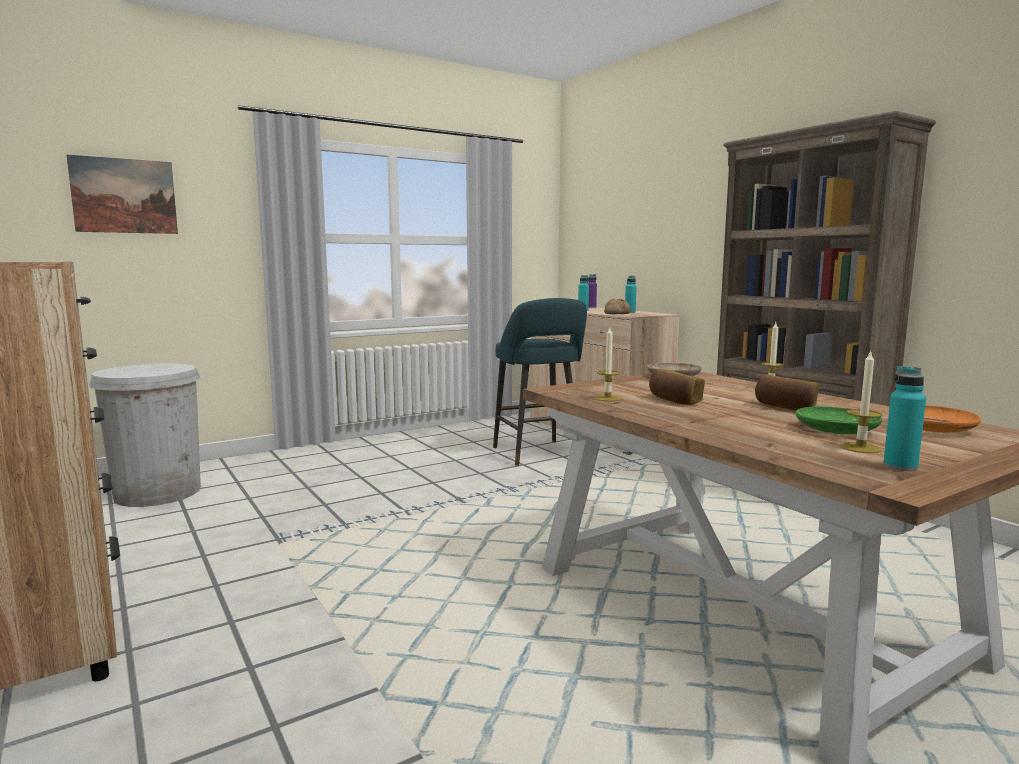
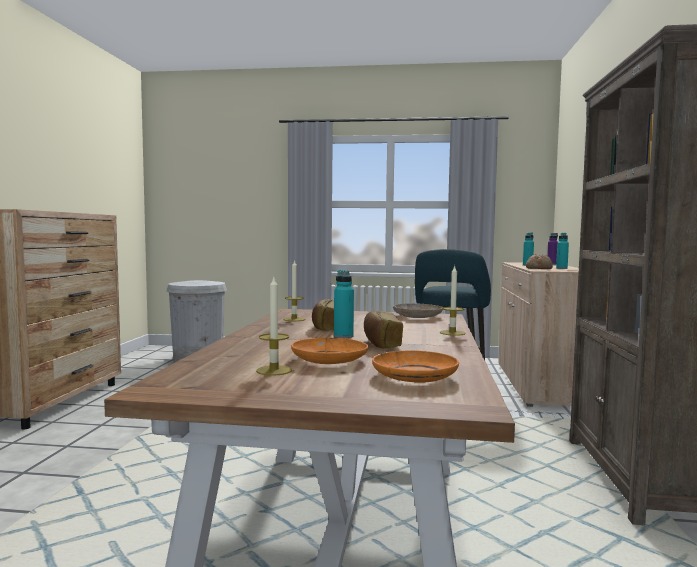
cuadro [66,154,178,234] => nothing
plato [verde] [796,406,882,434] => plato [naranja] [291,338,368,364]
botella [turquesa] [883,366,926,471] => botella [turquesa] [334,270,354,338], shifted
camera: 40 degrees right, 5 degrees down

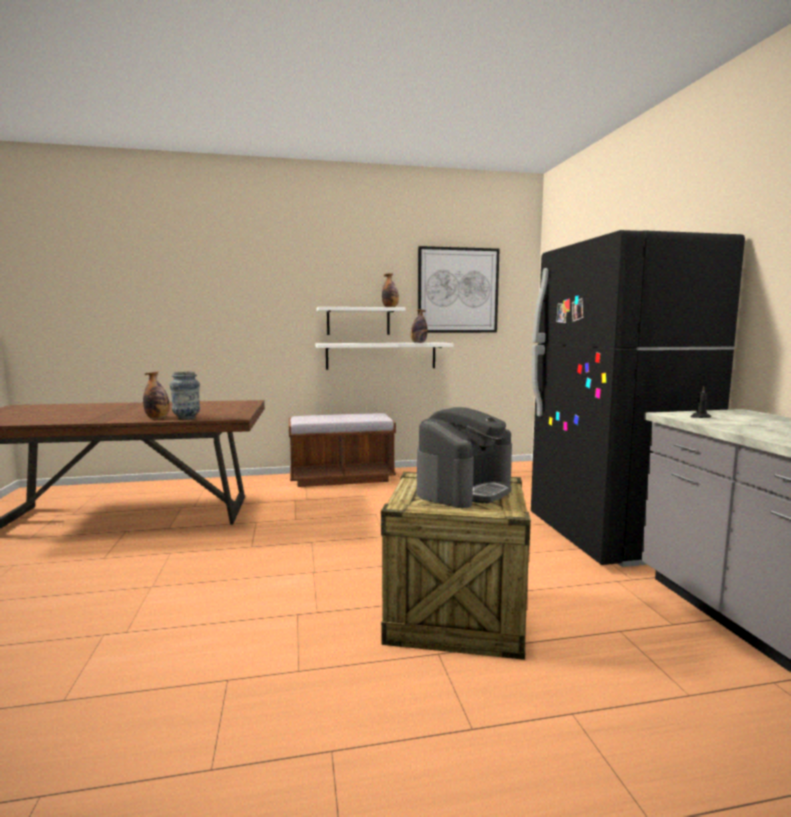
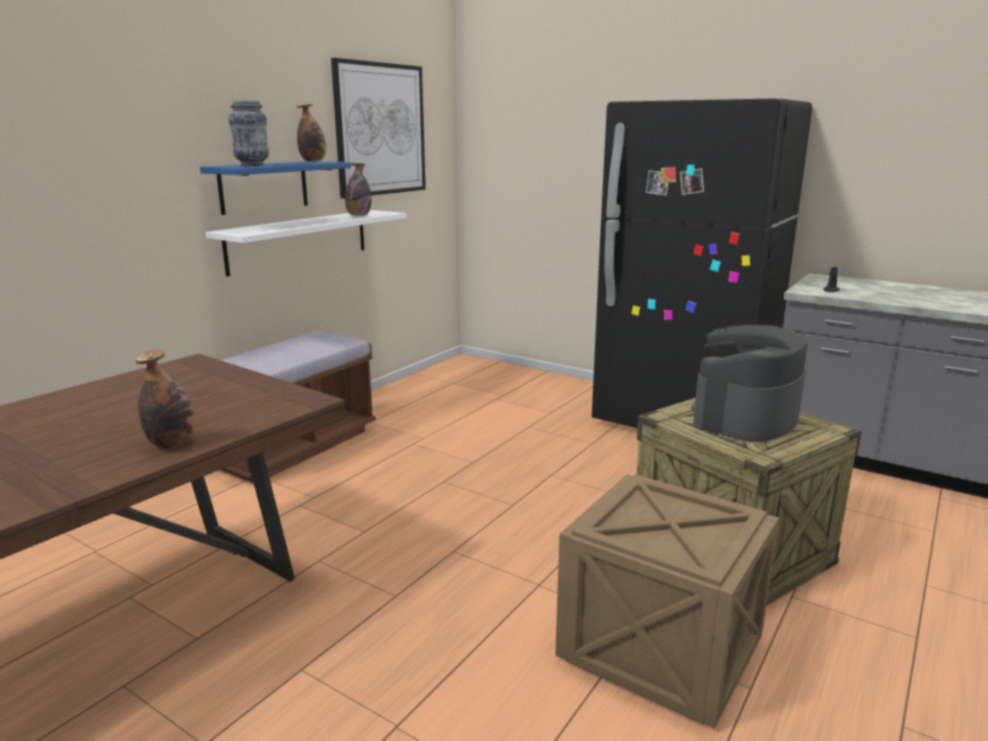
florero [170,371,200,420] => florero [228,101,269,166], shifted
estante [blanco] [317,307,405,335] => estante [azul] [200,161,351,215]
cafetera [417,407,512,508] => cafetera [691,325,807,442], 135 degrees counterclockwise
nothing => caja de embalaje [555,474,779,729]
camera: 45 degrees left, 10 degrees up

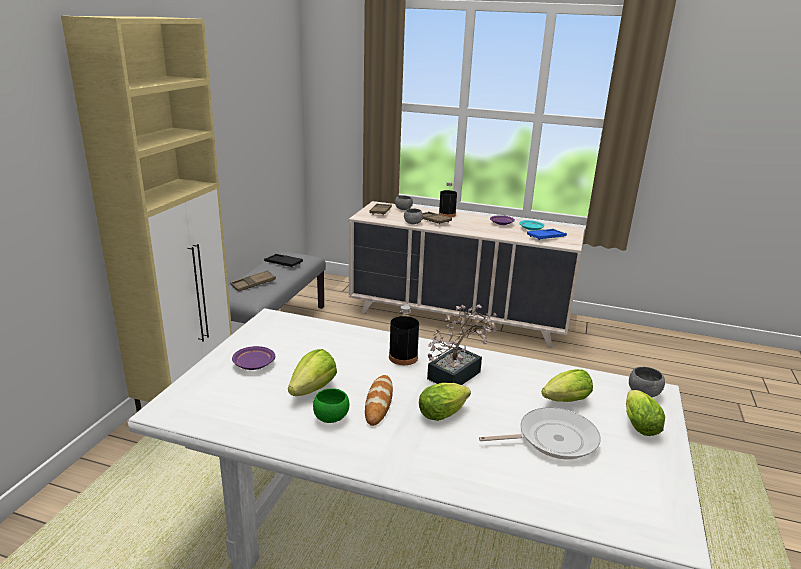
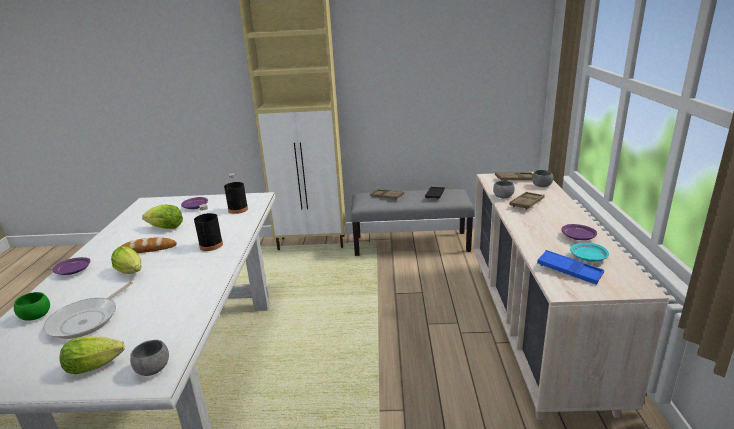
cuenco [verde] [313,388,349,423] => cuenco [verde] [14,292,50,321], shifted
planta en maceta [427,305,497,385] => nothing
botella [negro] [439,182,457,218] => botella [negro] [224,173,248,214], shifted
sartén [479,407,601,459] => sartén [43,281,133,339], 45 degrees clockwise
lechuga [542,369,593,402] => nothing
nothing => plato [morado] [53,257,90,275]
camera: 75 degrees right, 0 degrees up

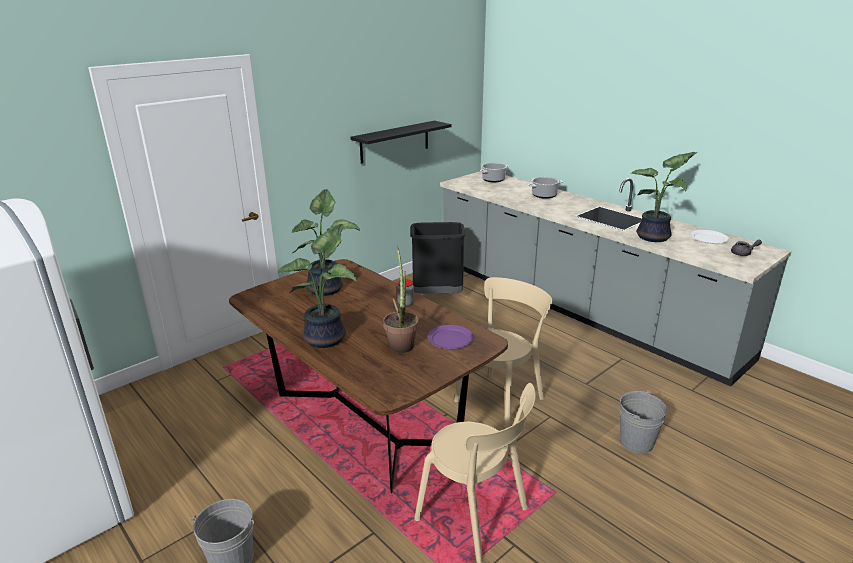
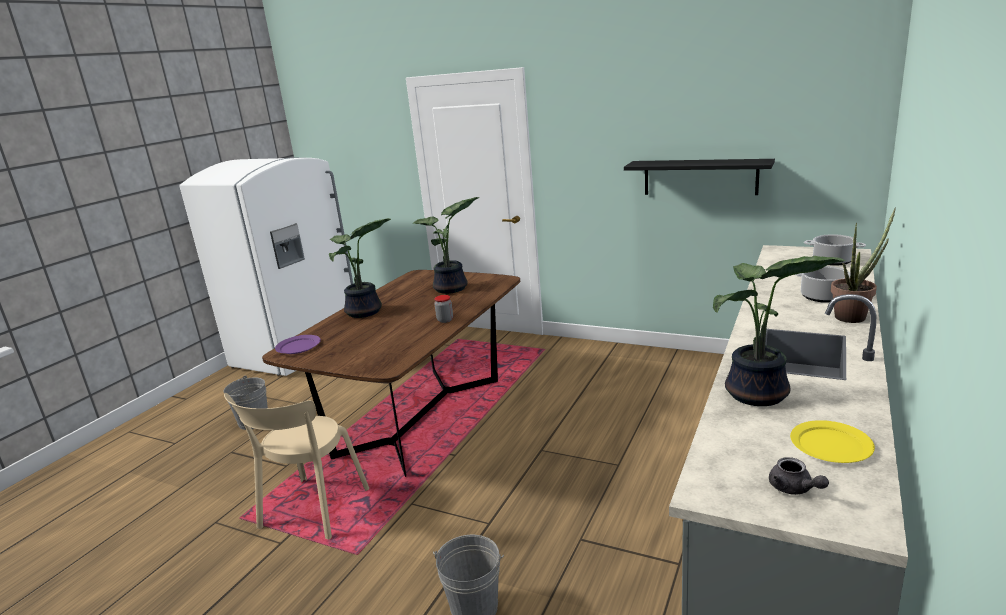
planta en maceta [383,246,419,353] => planta en maceta [831,208,896,323], shifted
papelera [negro] [410,222,466,294] => nothing
plato [morado] [428,325,473,349] => plato [morado] [275,335,321,354], shifted
silla [beis] [454,277,552,428] => nothing
plato [blanco] [690,230,729,244] => plato [amarillo] [790,420,875,463]
camera: 70 degrees right, 5 degrees down

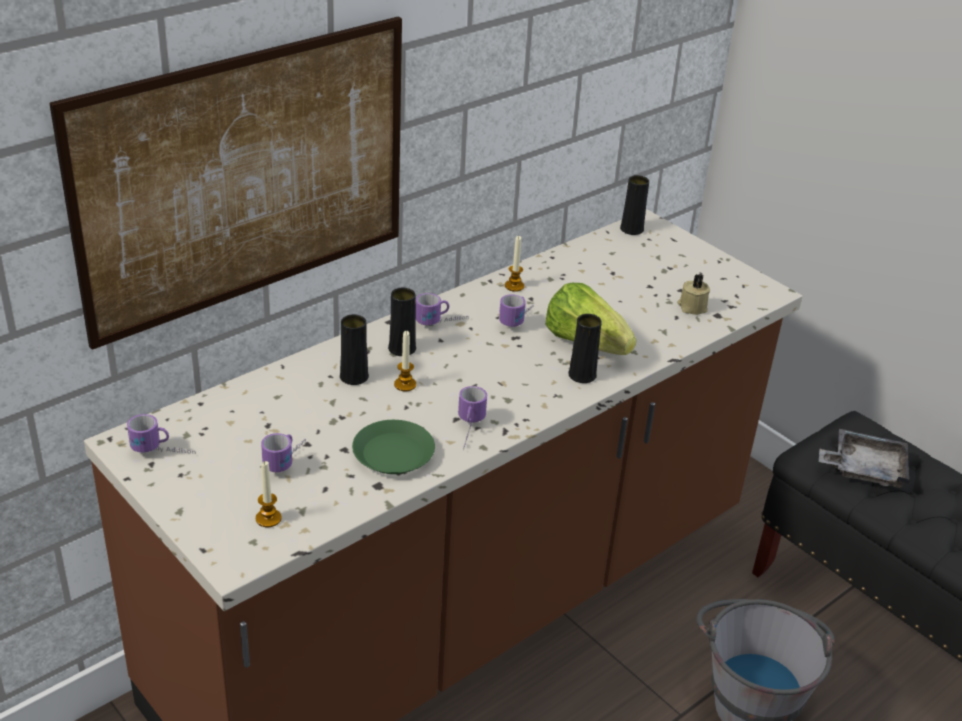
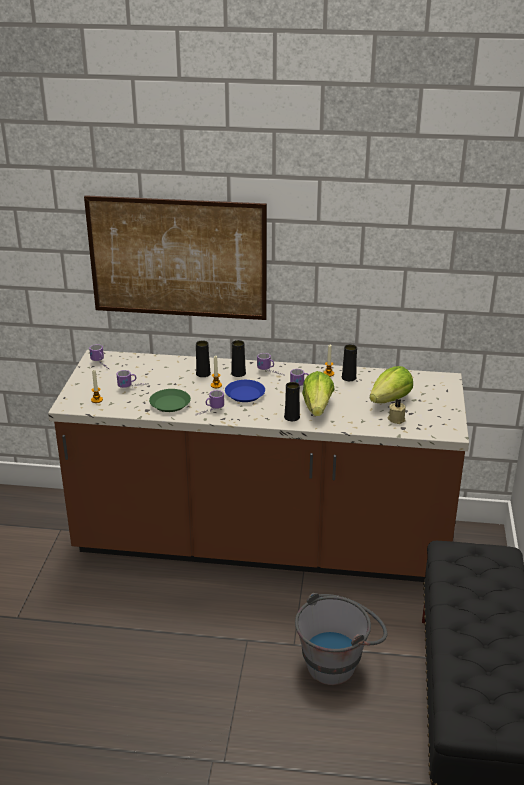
florero [negro] [620,175,649,235] => florero [negro] [342,344,357,381], shifted
bandeja [gris] [819,429,910,488] => nothing
nothing => plato [azul] [225,380,265,402]
nothing => lechuga [370,366,413,403]
camera: 50 degrees right, 5 degrees down

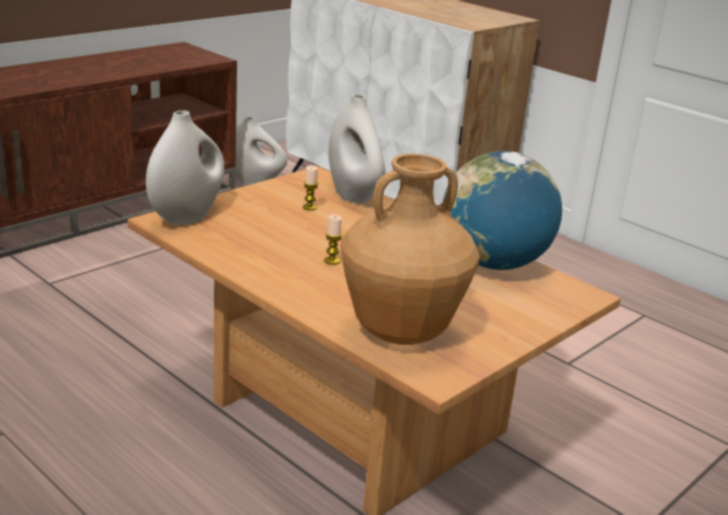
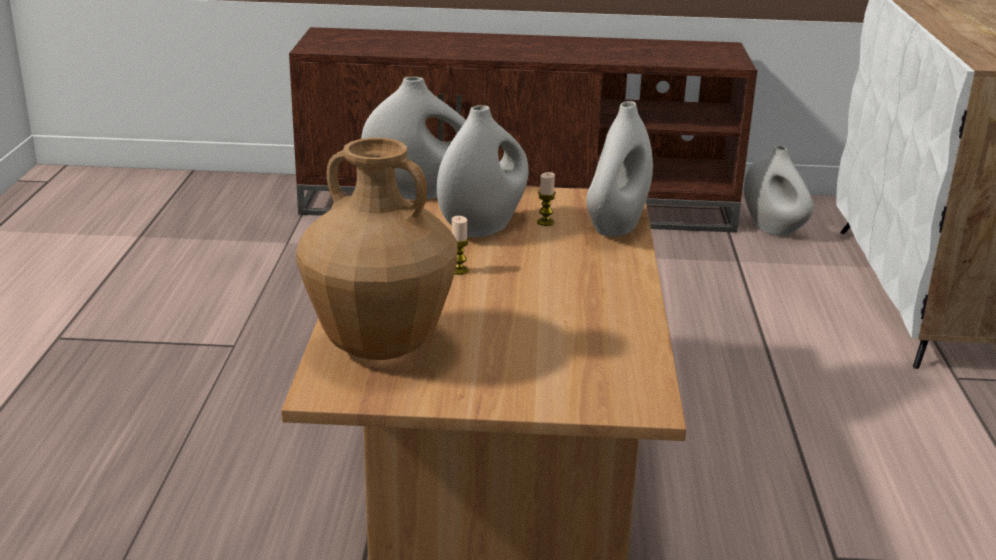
globo terráqueo [443,151,562,270] => nothing
nothing => florero [blanco] [437,105,528,237]
camera: 50 degrees right, 0 degrees up

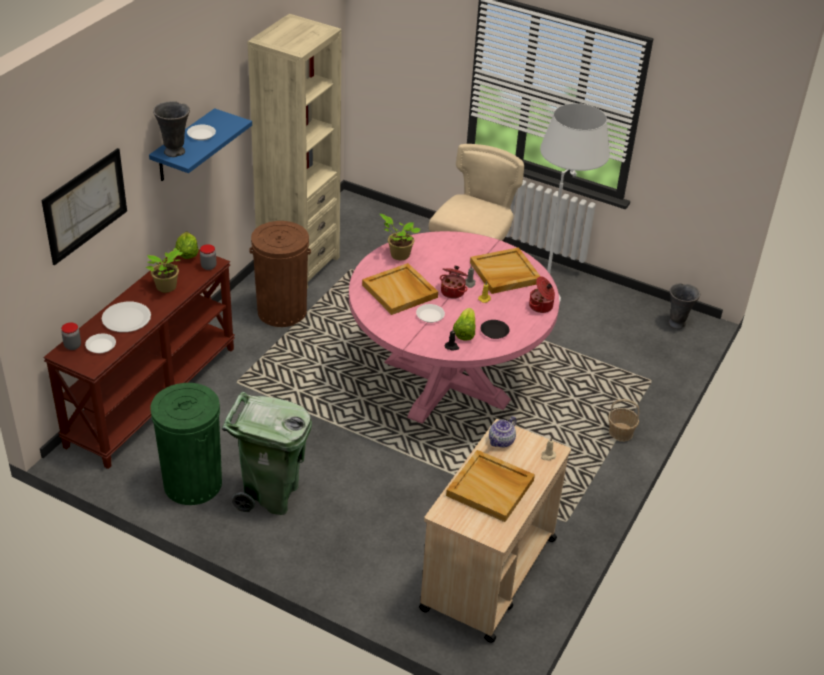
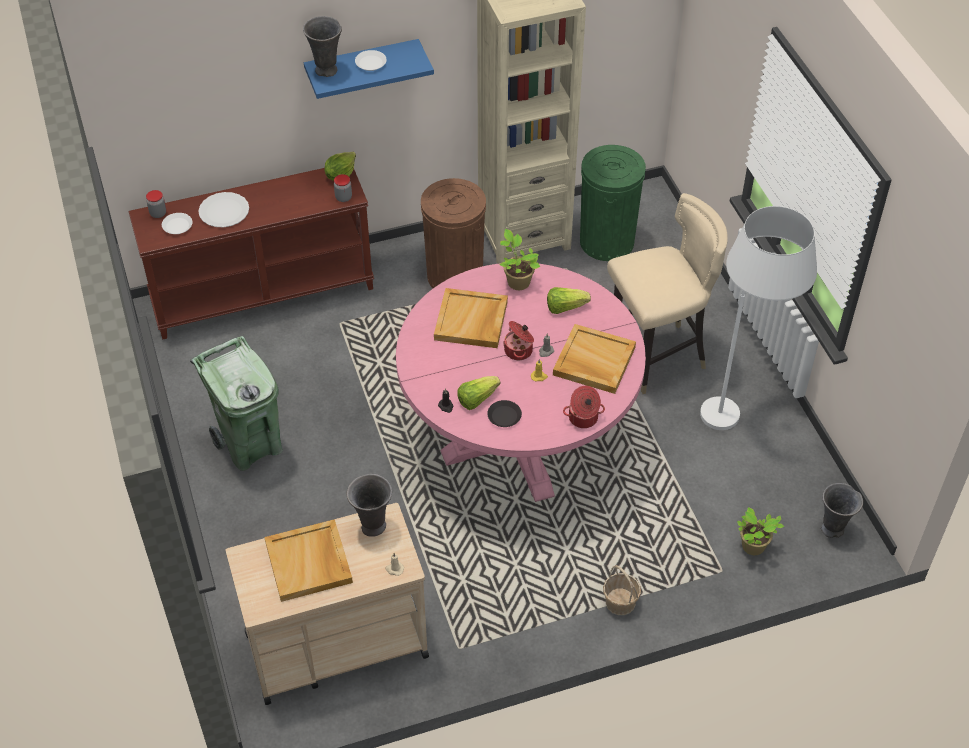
cuadro [41,148,127,265] => nothing
planta en maceta [146,248,183,292] => planta en maceta [737,507,784,555], shifted
papelera [verde] [150,383,222,505] => papelera [verde] [580,145,646,261], shifted
plato [blanco] [416,304,445,323] => nothing
tetera [489,416,516,448] => florero [gris] [347,474,392,537]
nothing => lechuga [547,287,591,314]
camera: 45 degrees right, 10 degrees up

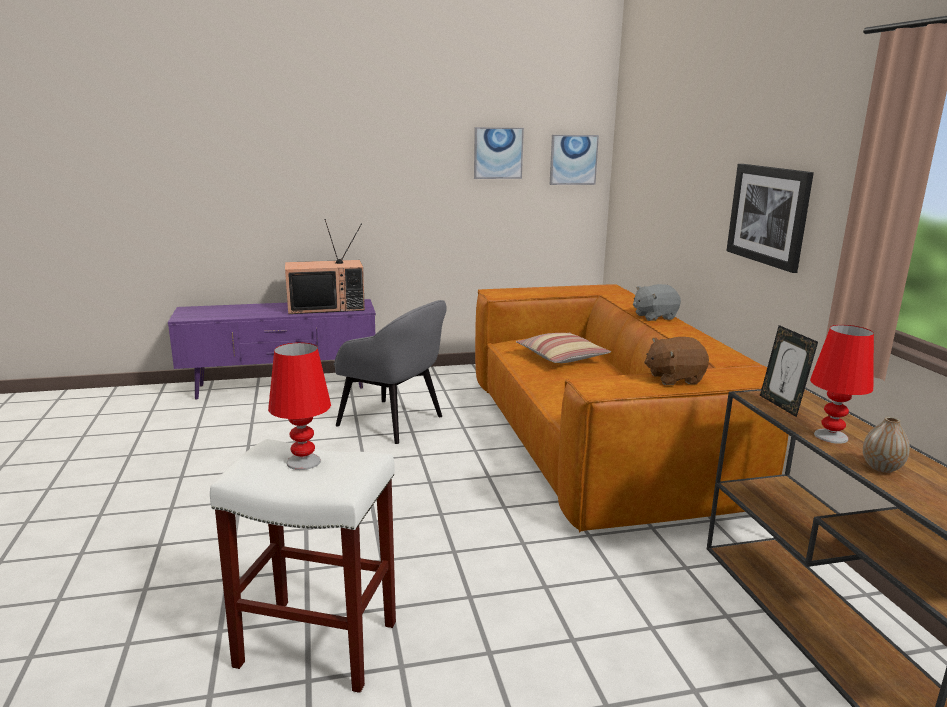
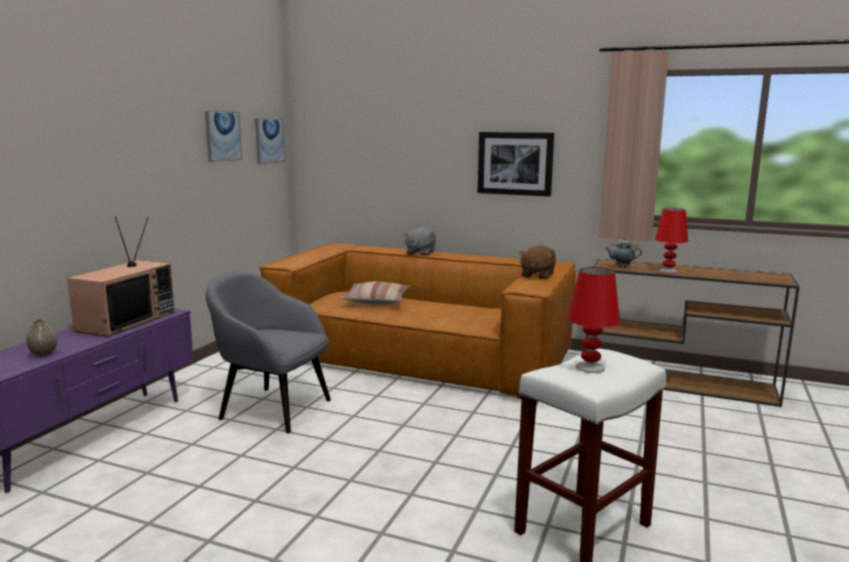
sillón [gris] [334,300,447,444] => sillón [gris] [206,271,331,434], 135 degrees counterclockwise
portarretratos [760,325,818,417] => tetera [605,237,642,268]
florero [863,417,910,473] => florero [26,319,57,356], shifted
camera: 55 degrees left, 5 degrees down

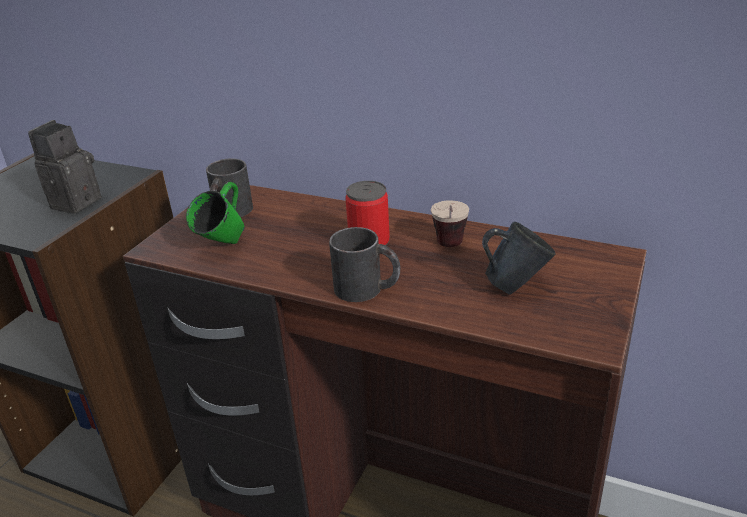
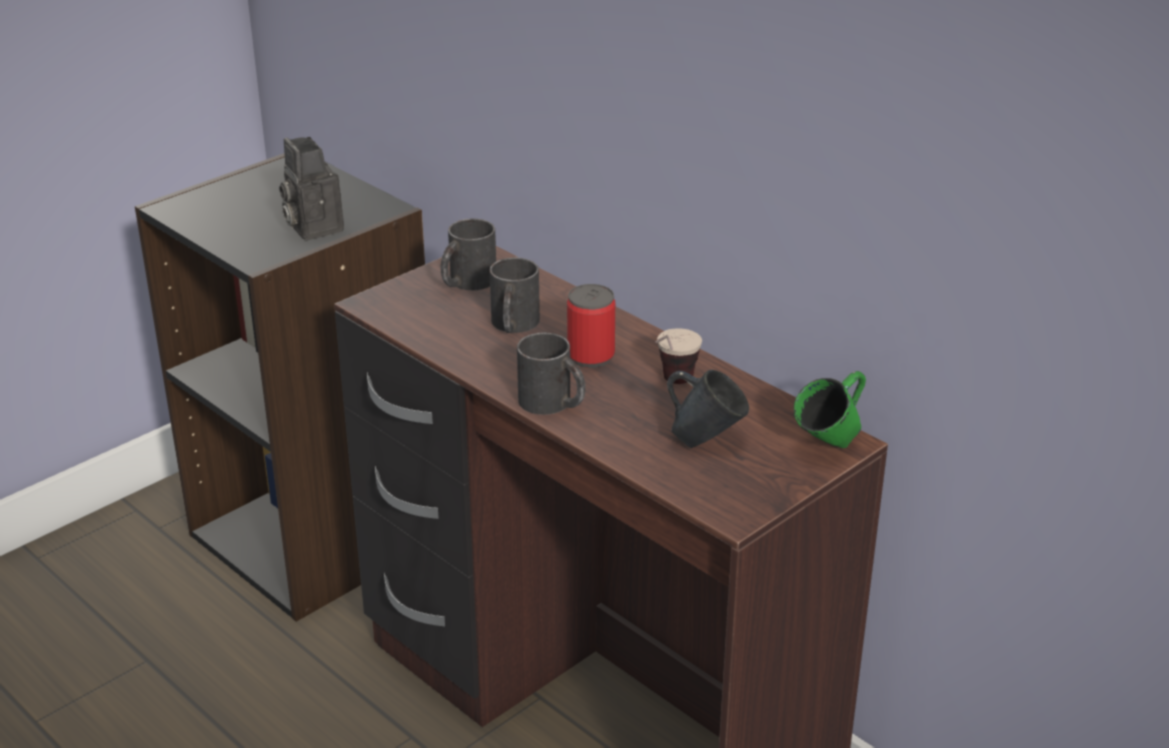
cámara [28,120,102,214] => cámara [279,137,344,241], 75 degrees counterclockwise
taza grande [verde] [186,182,245,244] => taza grande [verde] [794,371,866,448], shifted
nothing => taza grande [negro] [490,257,540,333]
camera: 20 degrees right, 0 degrees up

